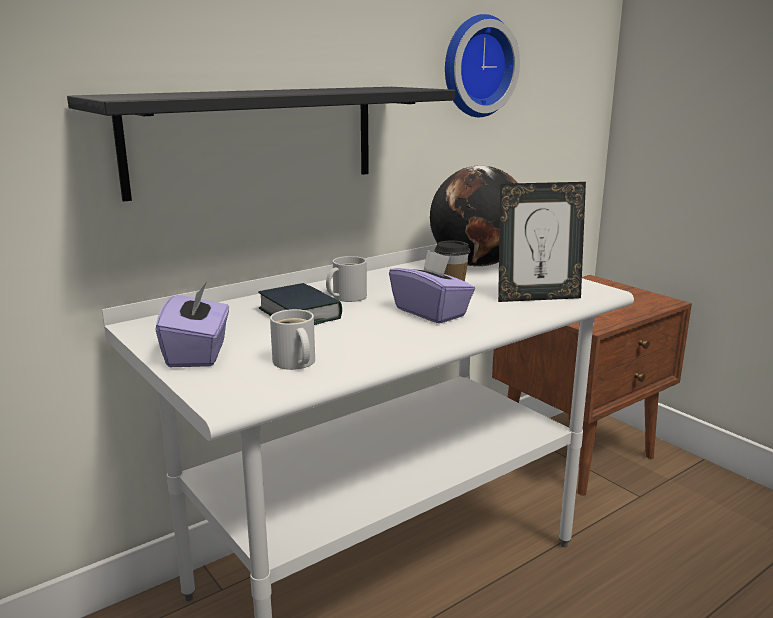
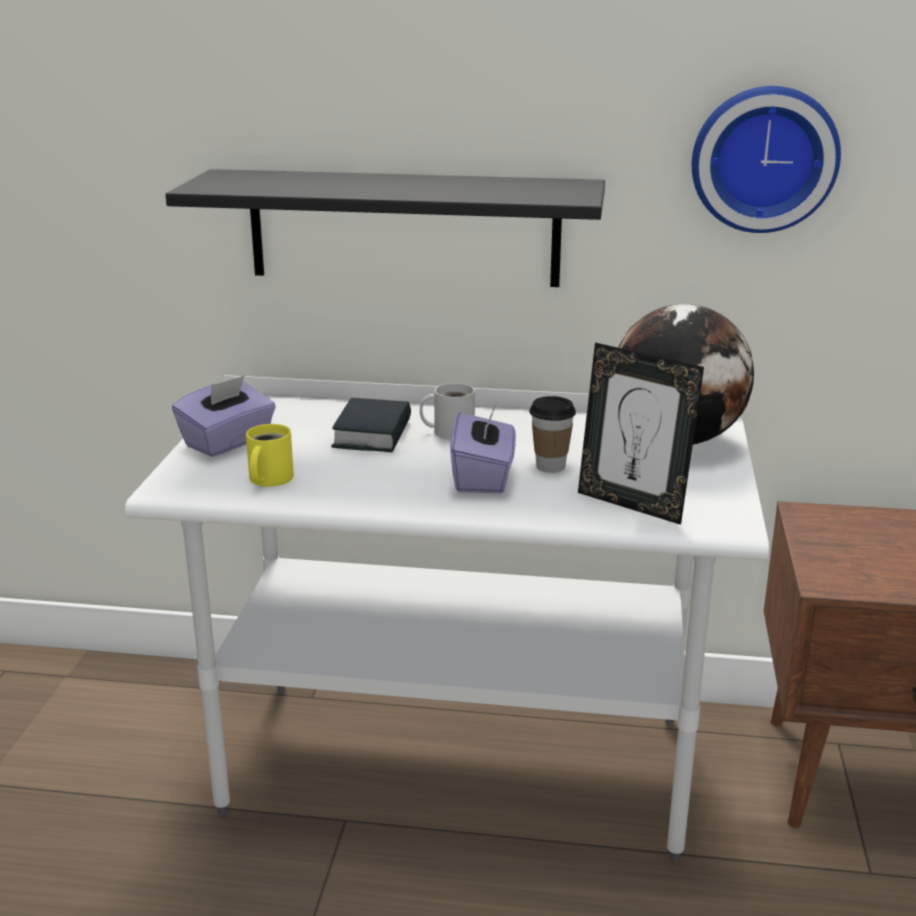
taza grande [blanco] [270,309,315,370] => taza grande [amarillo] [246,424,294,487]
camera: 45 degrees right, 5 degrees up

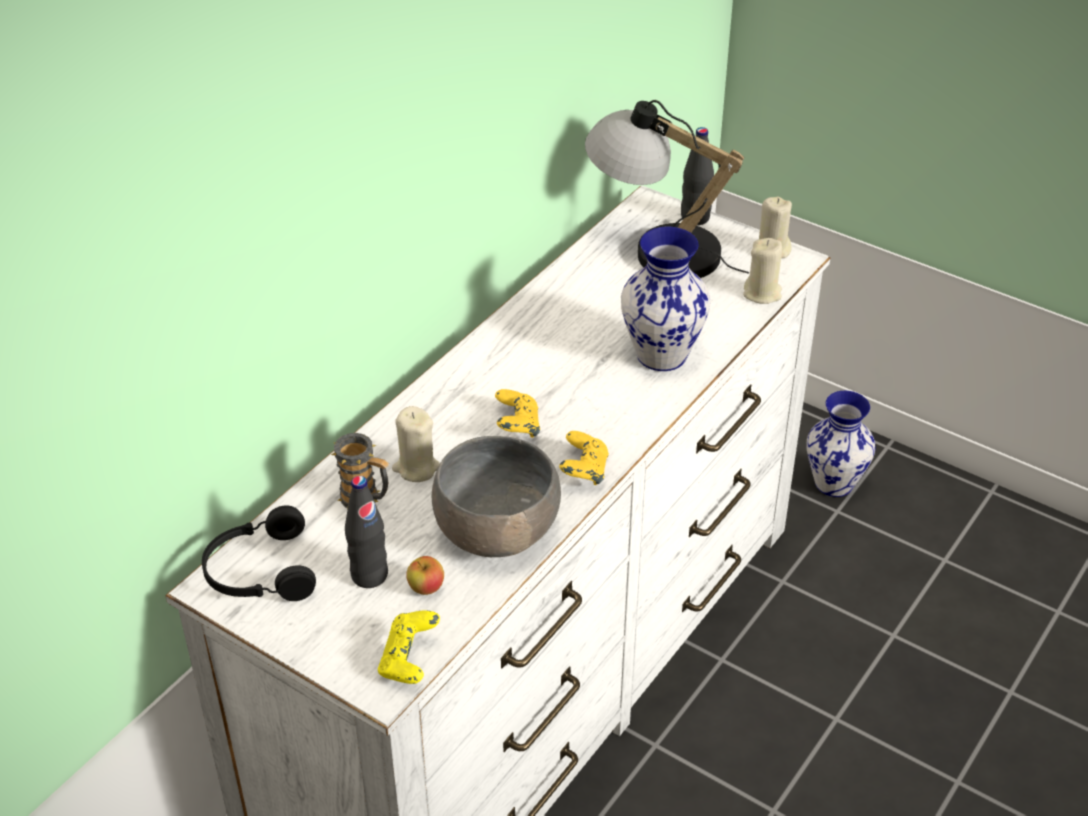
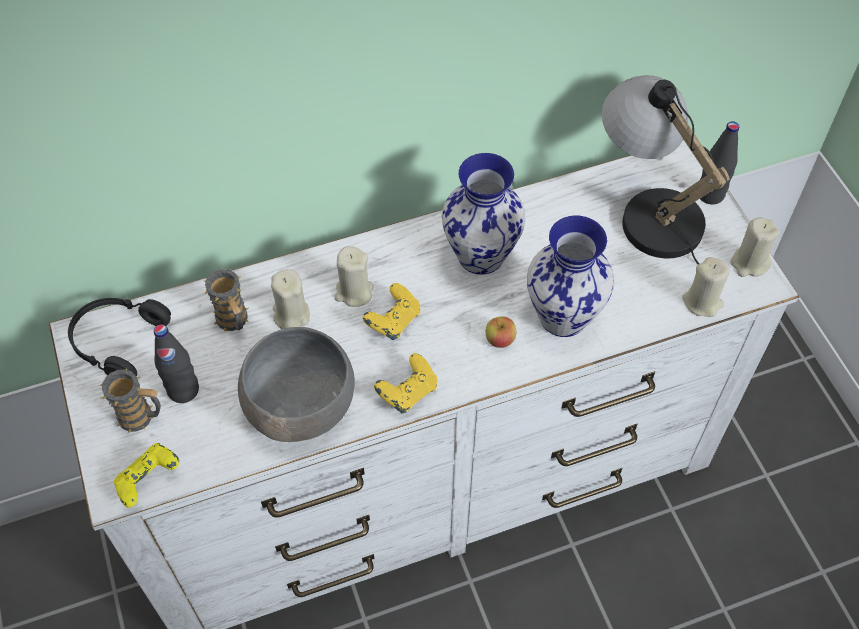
manzana [406,556,444,595] => manzana [486,316,516,348], shifted
florero [806,391,876,497] => florero [442,153,526,275], shifted
nothing => taza grande [101,369,161,433]
nothing => vela [beis] [334,246,374,307]
camera: 35 degrees right, 15 degrees up

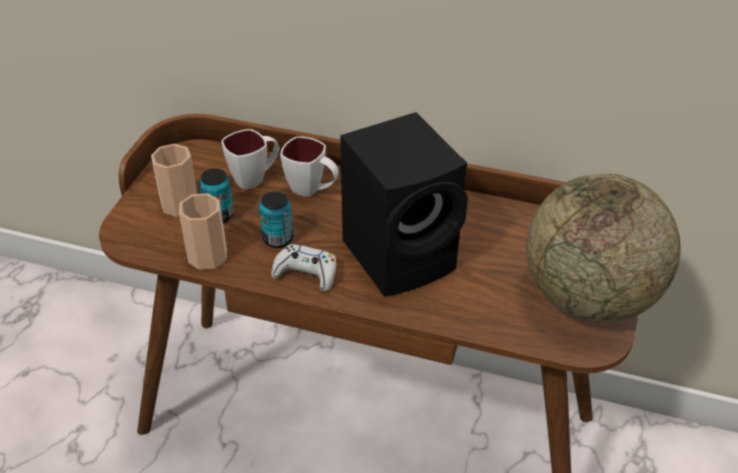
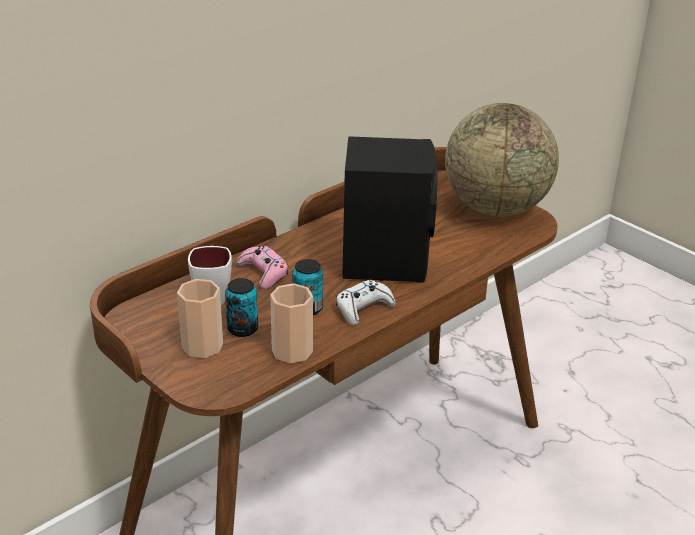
taza grande [blanco] [280,136,339,197] => mando de consola [rosa] [236,246,288,289]
camera: 60 degrees left, 10 degrees down

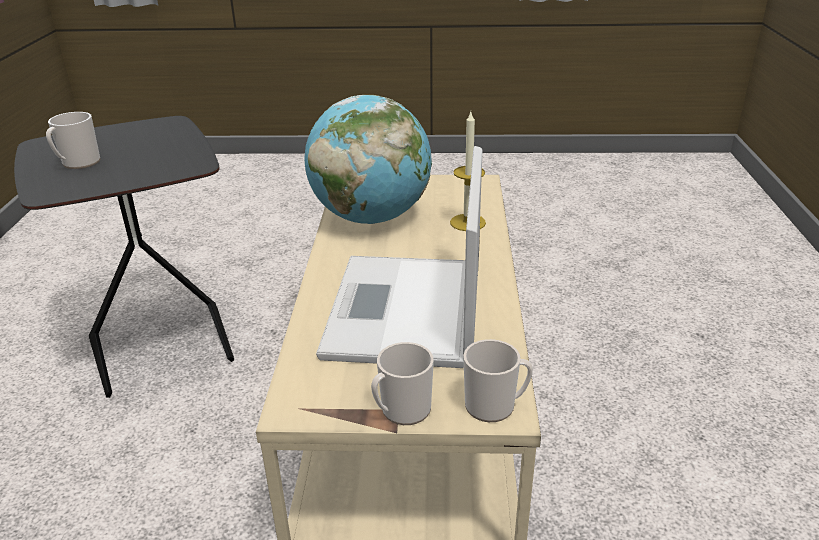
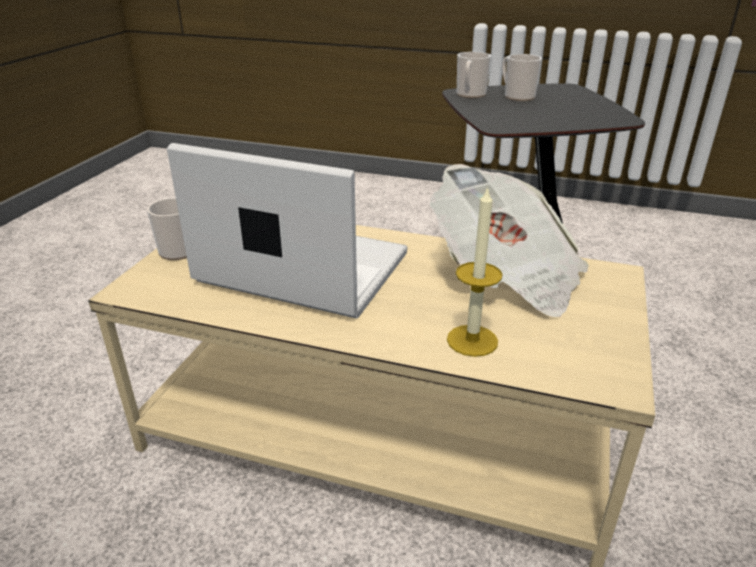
globo terráqueo [304,95,432,224] => periódico [430,164,589,317]
taza grande [463,339,533,422] => taza grande [457,52,491,98], shifted
camera: 105 degrees right, 0 degrees up

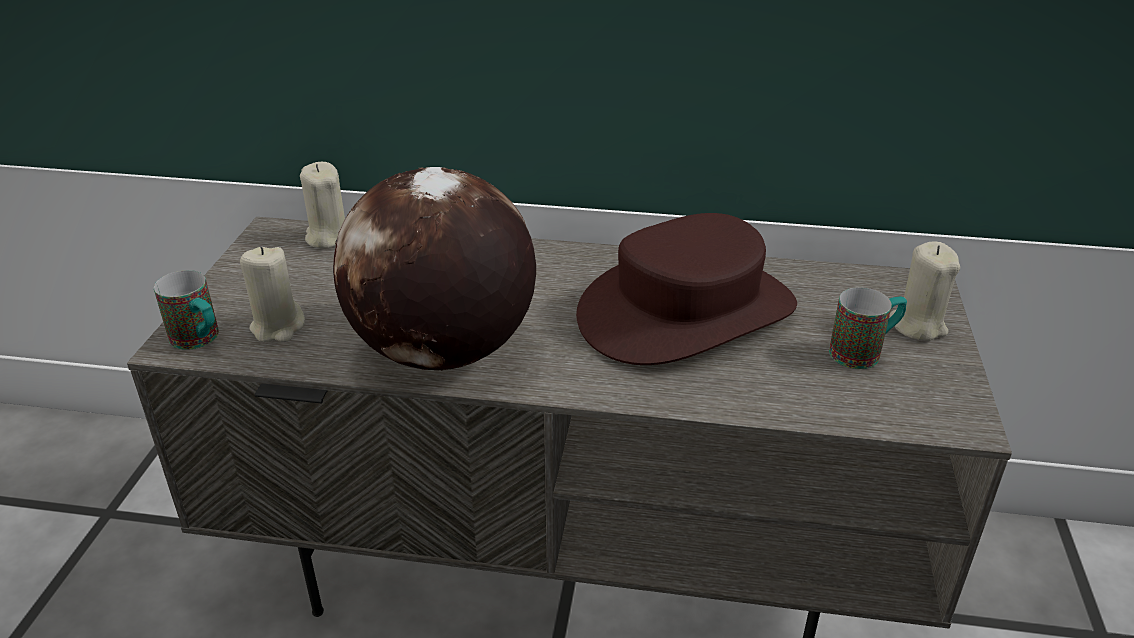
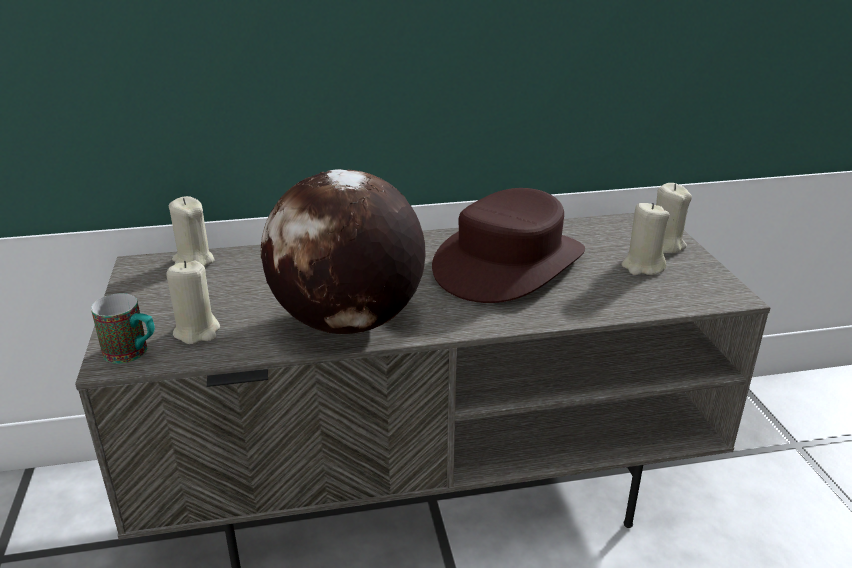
taza grande [829,287,907,369] => vela [beis] [621,203,670,275]
camera: 20 degrees left, 5 degrees down

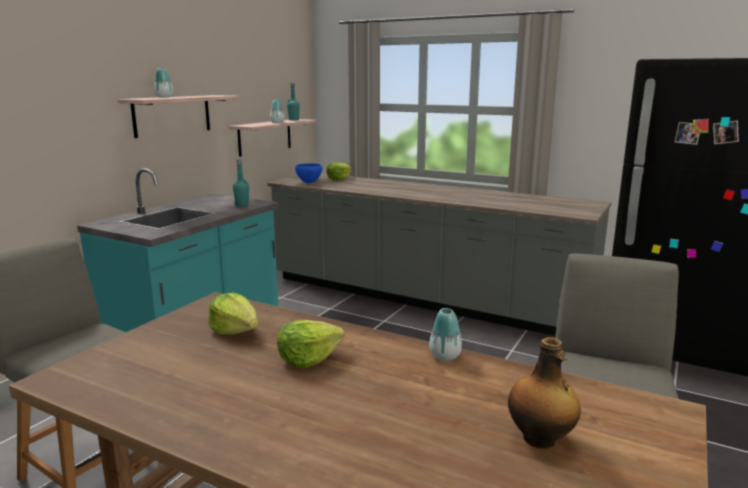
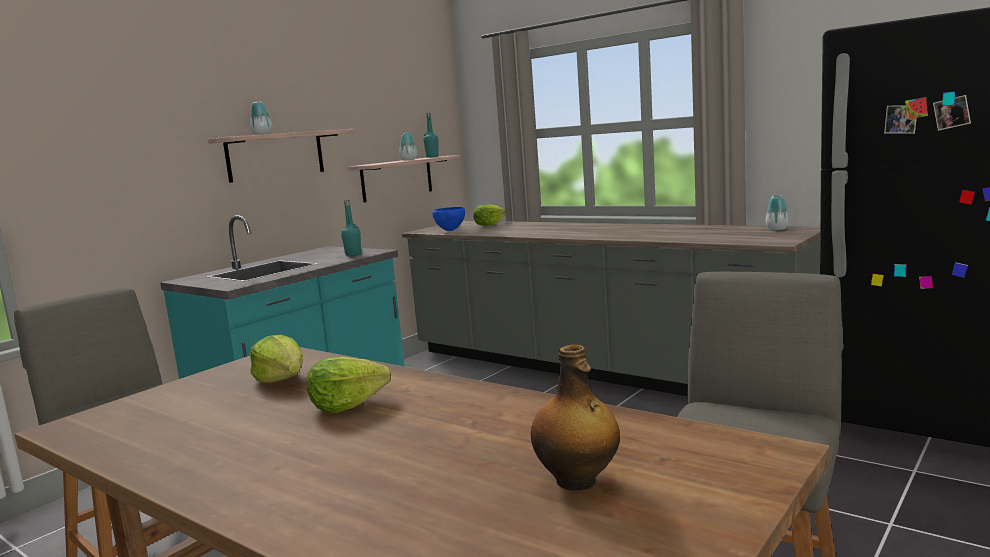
florero [429,308,462,361] => florero [766,195,789,230], shifted
camera: 10 degrees right, 5 degrees down

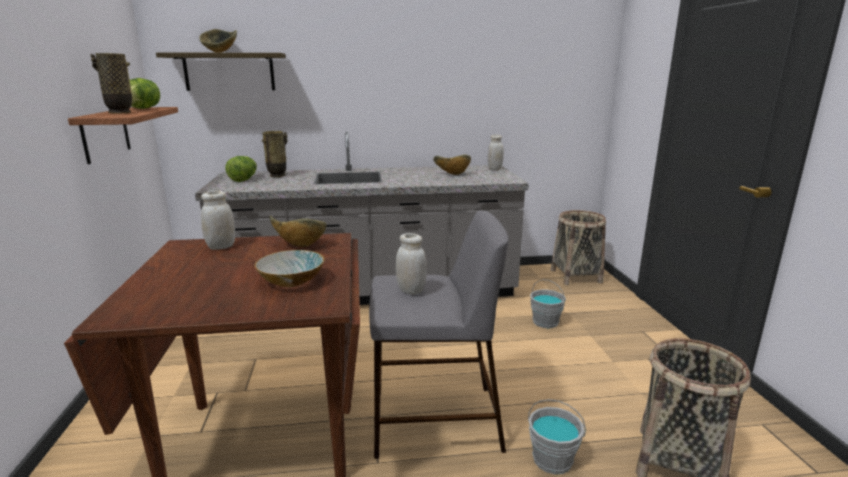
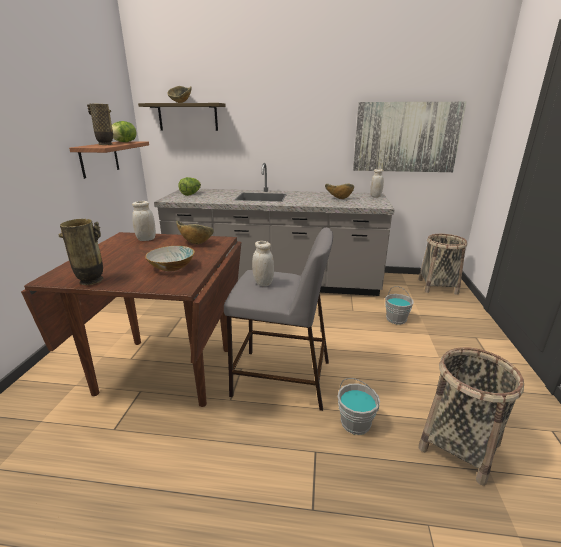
florero [262,131,288,177] => florero [58,219,103,285], shifted
nothing => cuadro [353,102,466,172]
camera: 15 degrees right, 5 degrees up

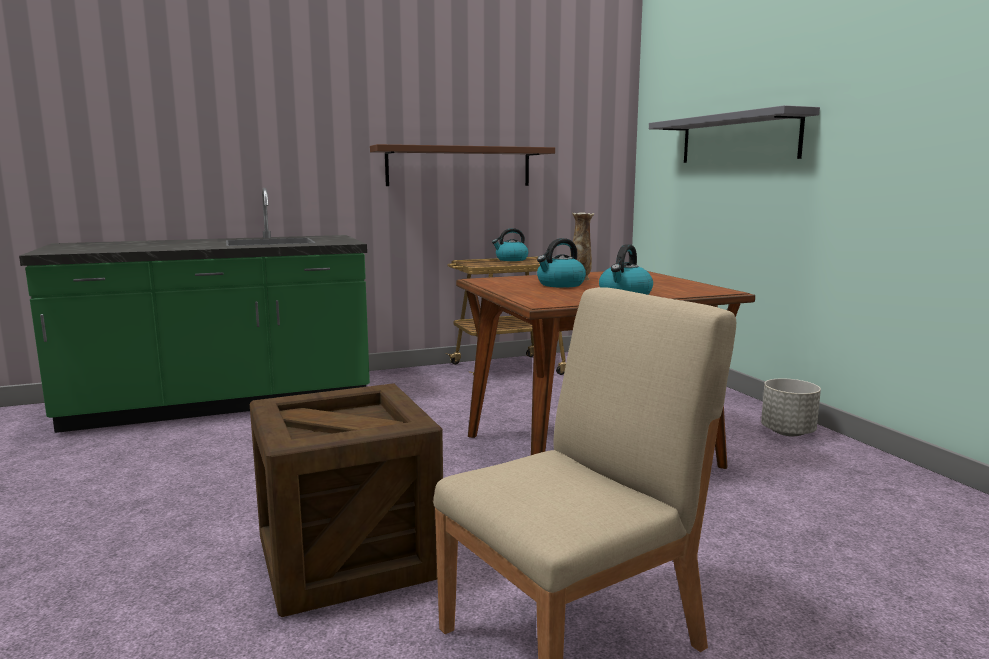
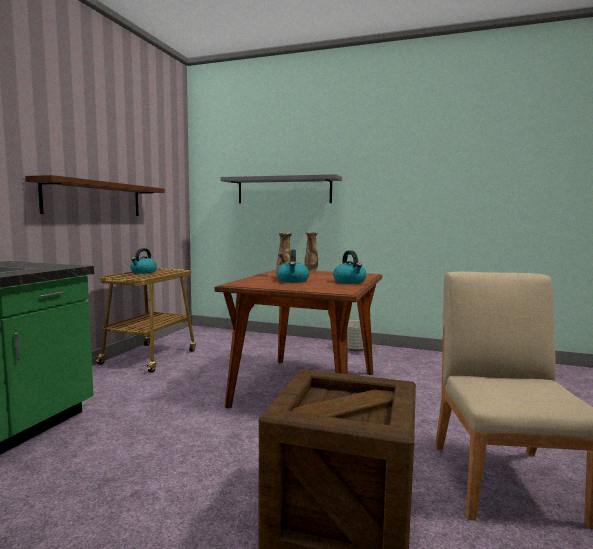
nothing => florero [304,232,318,272]
camera: 50 degrees left, 5 degrees down

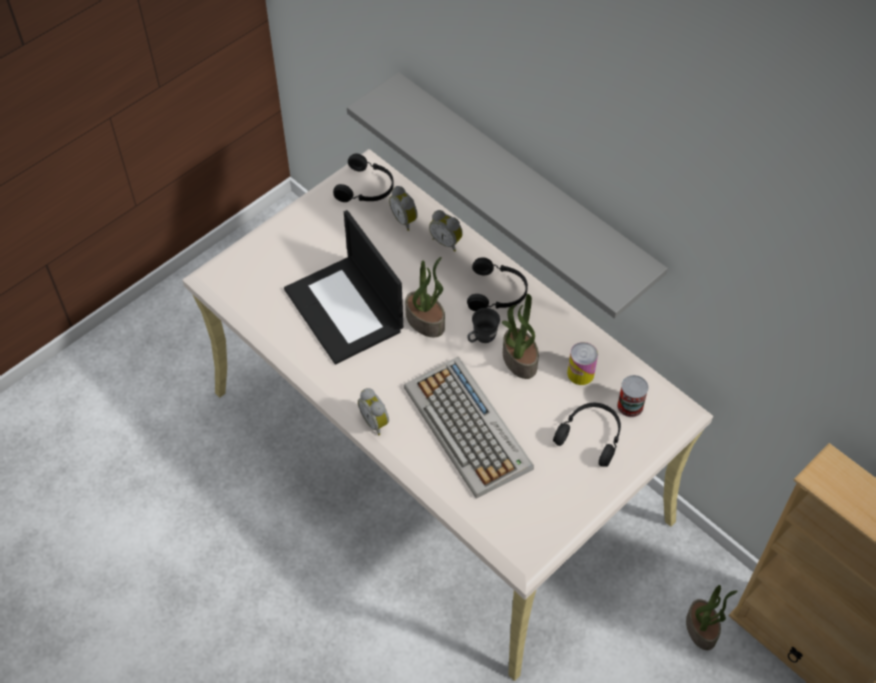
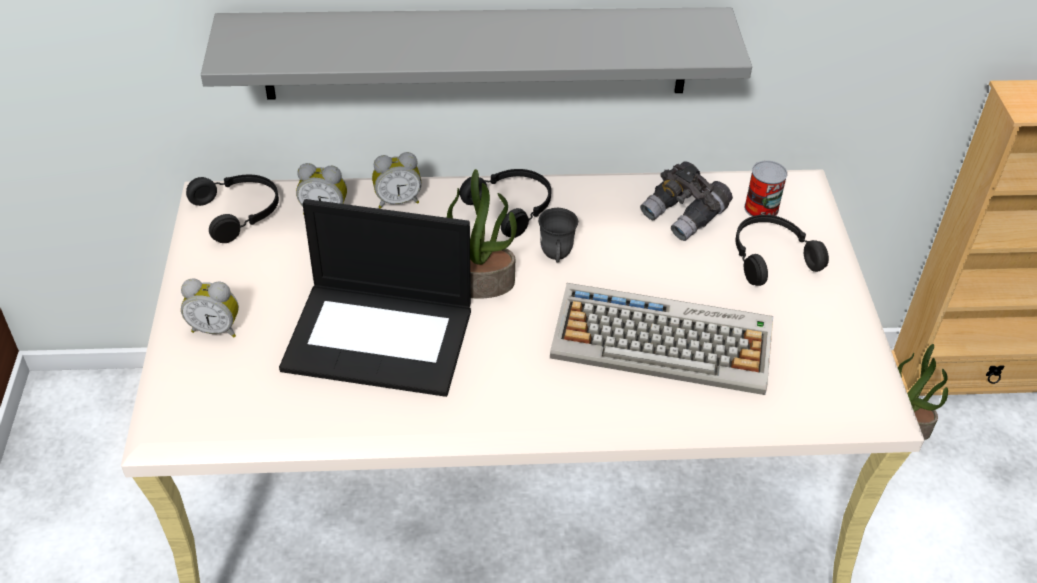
despertador [358,388,389,435] => despertador [181,279,239,338], shifted
planta en maceta [502,294,539,379] => nothing
lata [567,342,598,385] => prismáticos [gris] [640,161,733,241]
camera: 50 degrees left, 10 degrees down

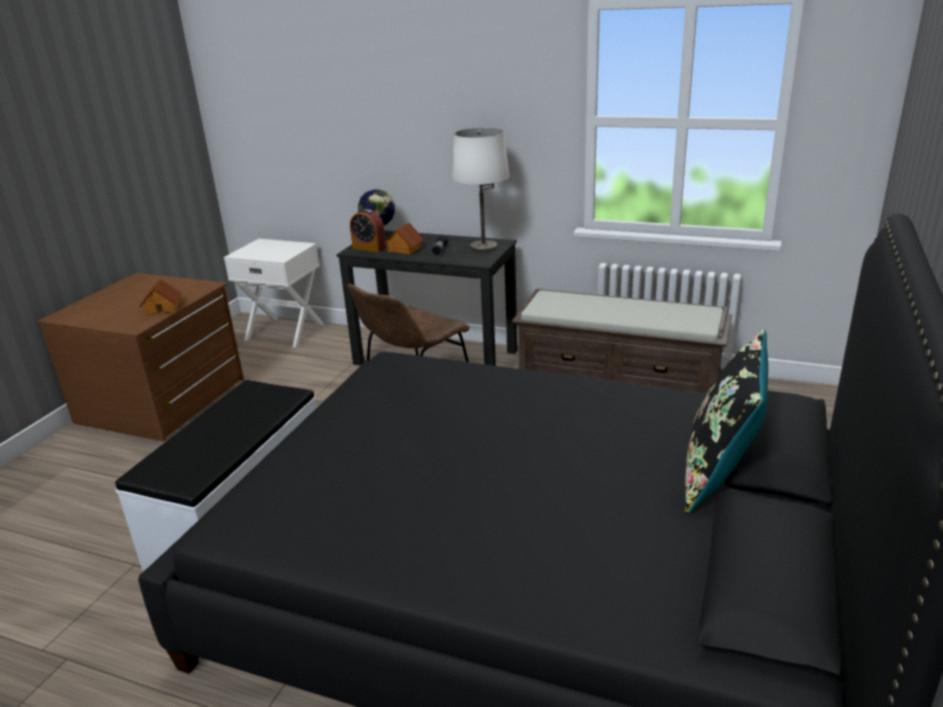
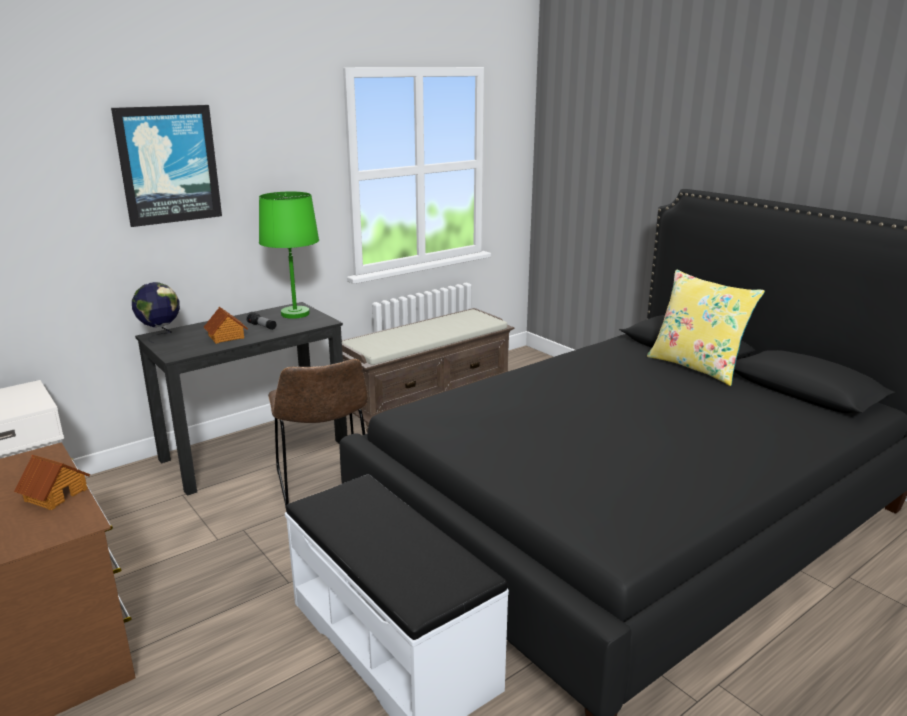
despertador [350,208,386,252] => nothing
lámpara de mesa [blanco] [452,128,510,253] => lámpara de mesa [verde] [259,191,319,319]
cojín [negro] [685,329,768,514] => cojín [amarillo] [647,270,765,386]
nothing => cuadro [111,105,222,227]
camera: 60 degrees left, 5 degrees down

